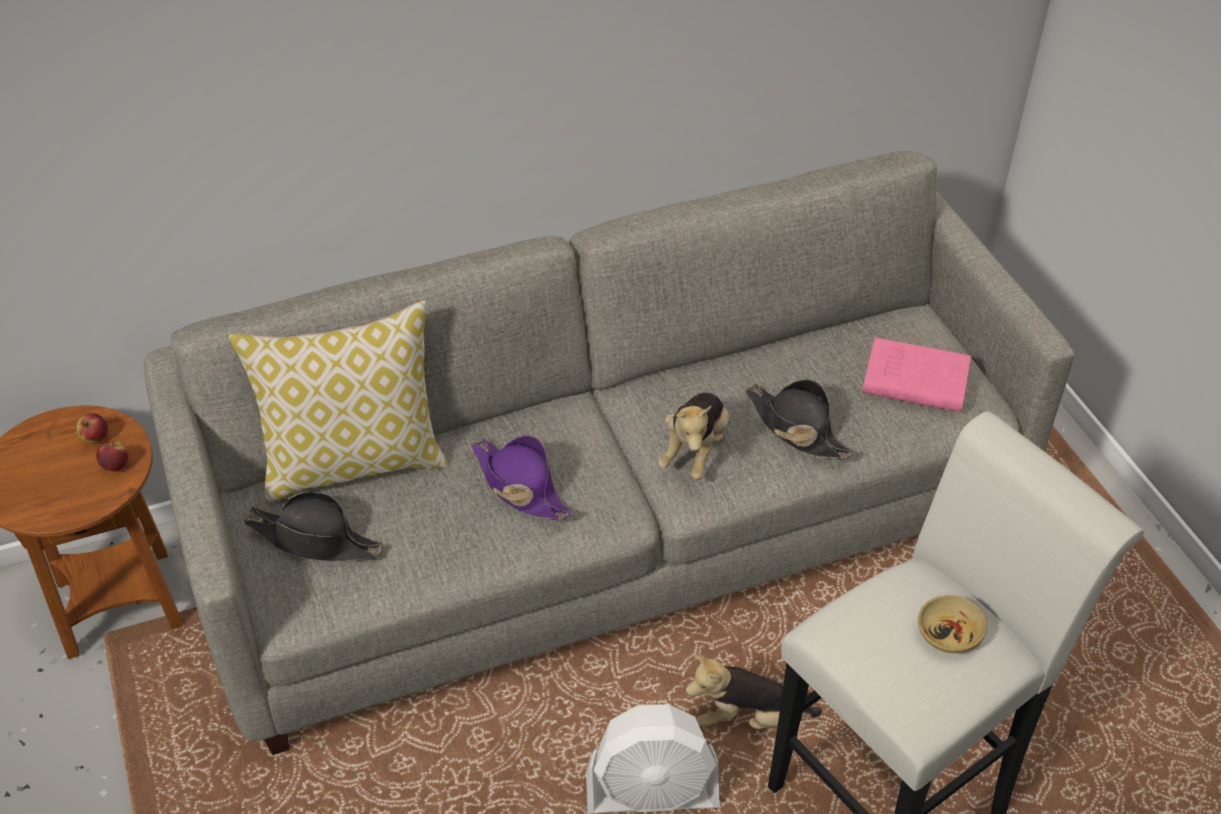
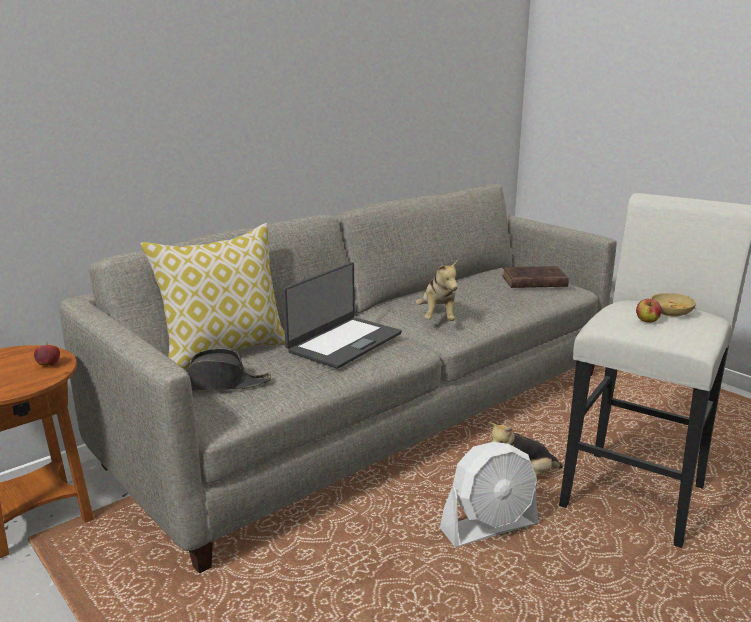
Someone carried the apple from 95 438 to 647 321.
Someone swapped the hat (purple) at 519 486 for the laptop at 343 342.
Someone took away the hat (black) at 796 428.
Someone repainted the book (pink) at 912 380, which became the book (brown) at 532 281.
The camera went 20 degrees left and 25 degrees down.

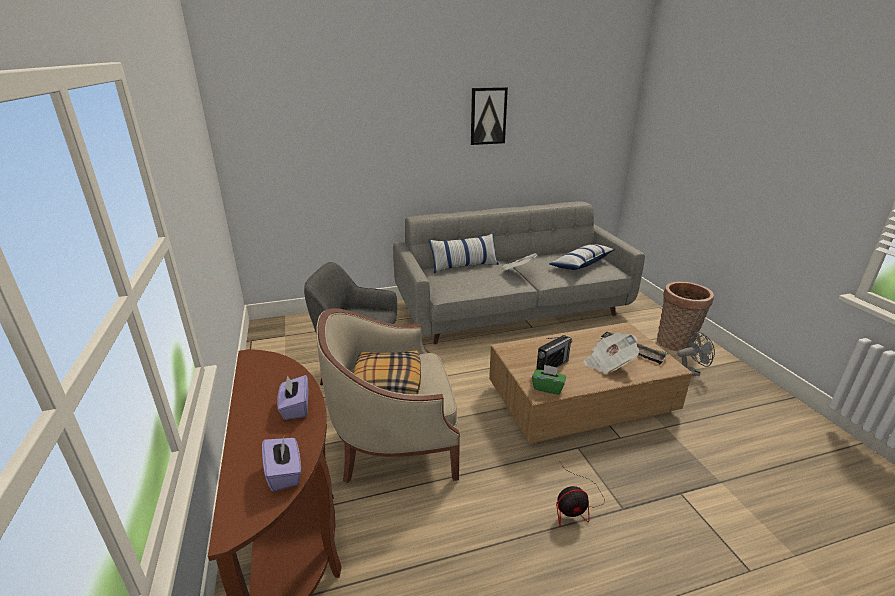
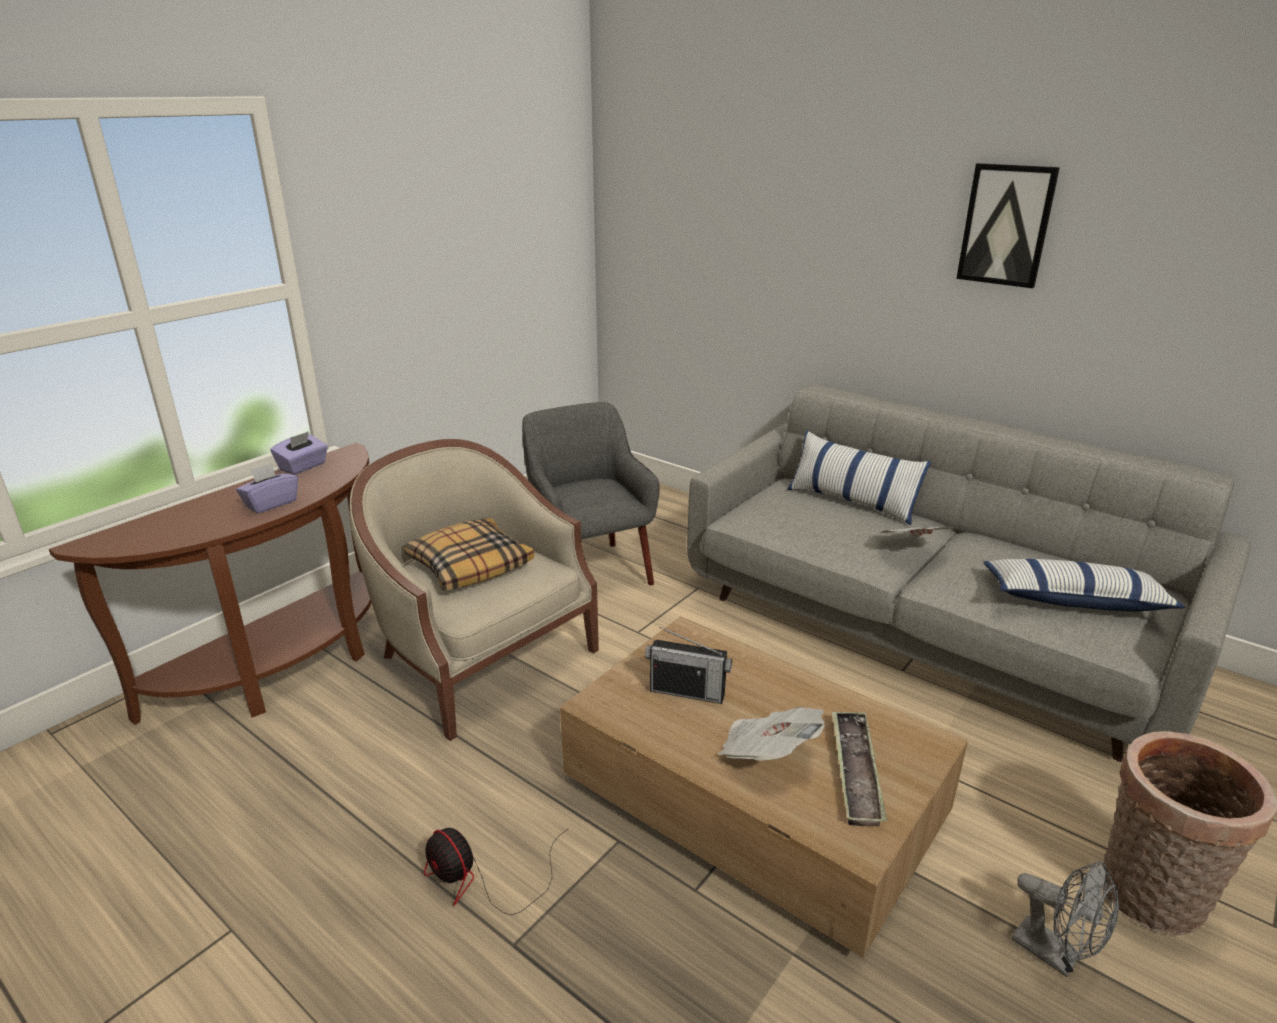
Someone carried the tissue box (purple) from 284 473 to 303 467.
Someone took away the tissue box (green) at 547 388.
The camera went 55 degrees right and 0 degrees up.

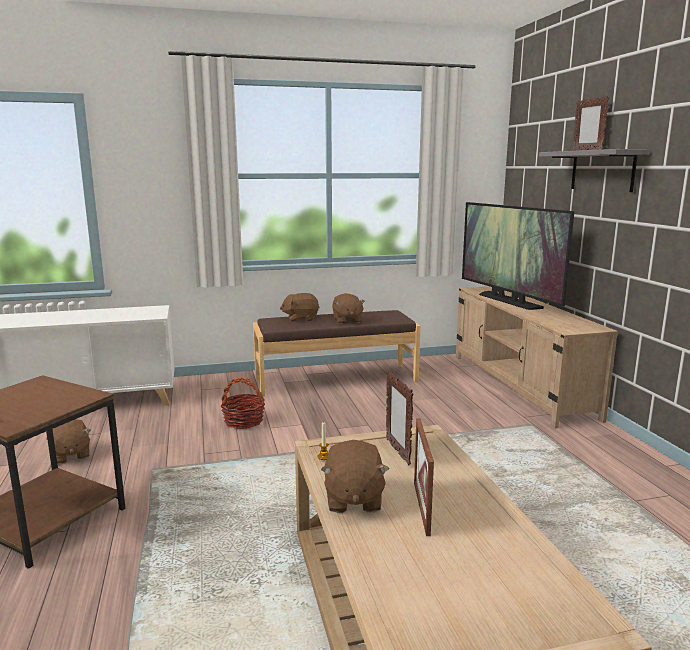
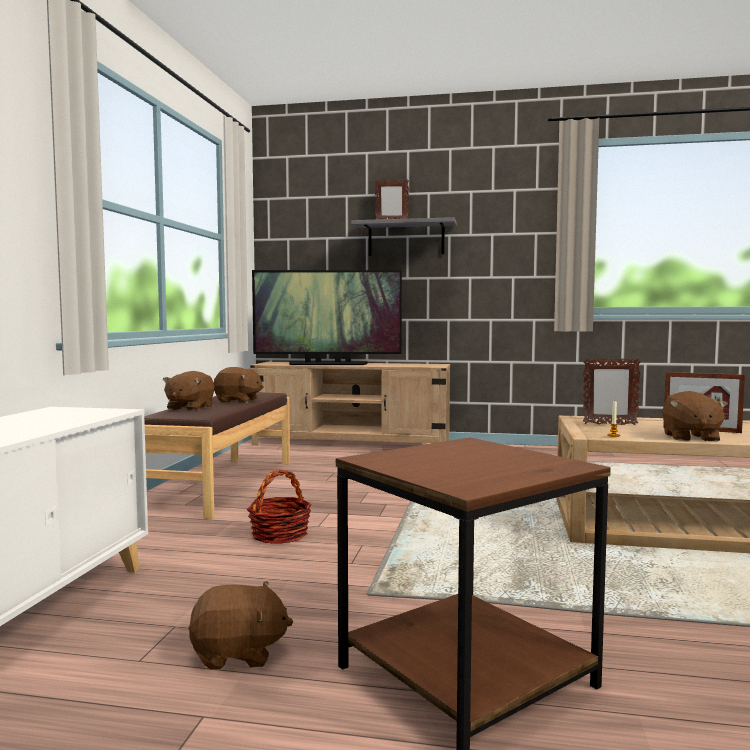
Someone rotated the plush toy (brown) at 353 499 by 75 degrees clockwise.
The camera went 65 degrees left and 10 degrees down.

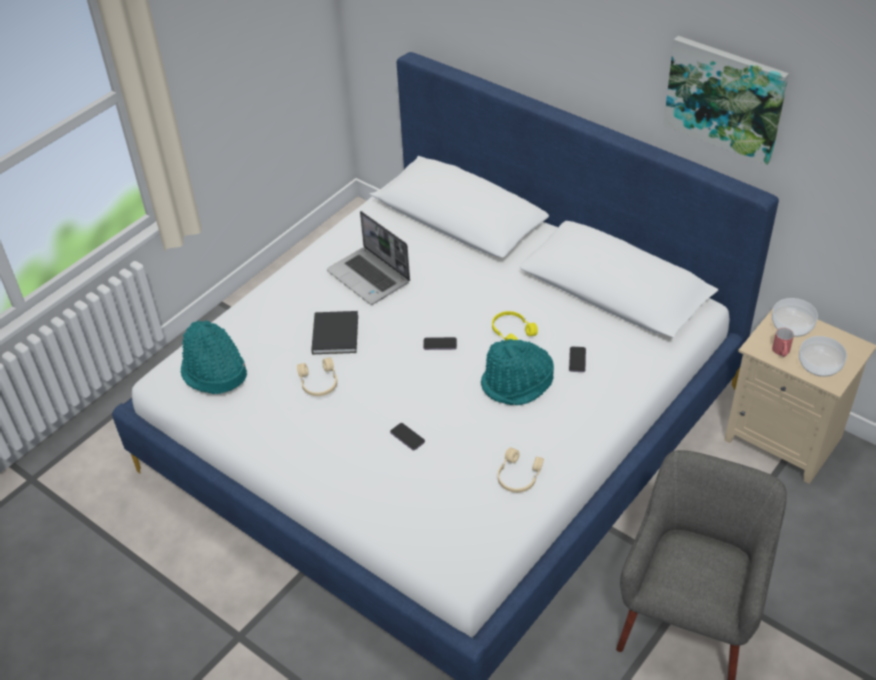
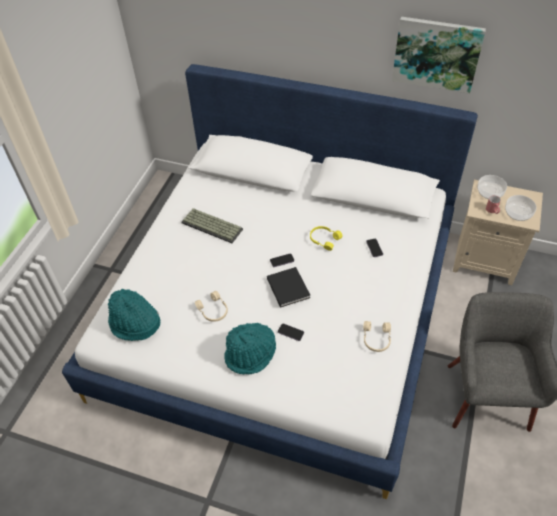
Someone carried the book (black) from 335 333 to 287 287.
Someone swapped the laptop at 370 277 for the keyboard at 213 225.
Someone carried the hat (turquoise) from 517 383 to 251 354.
The camera went 20 degrees left and 5 degrees up.

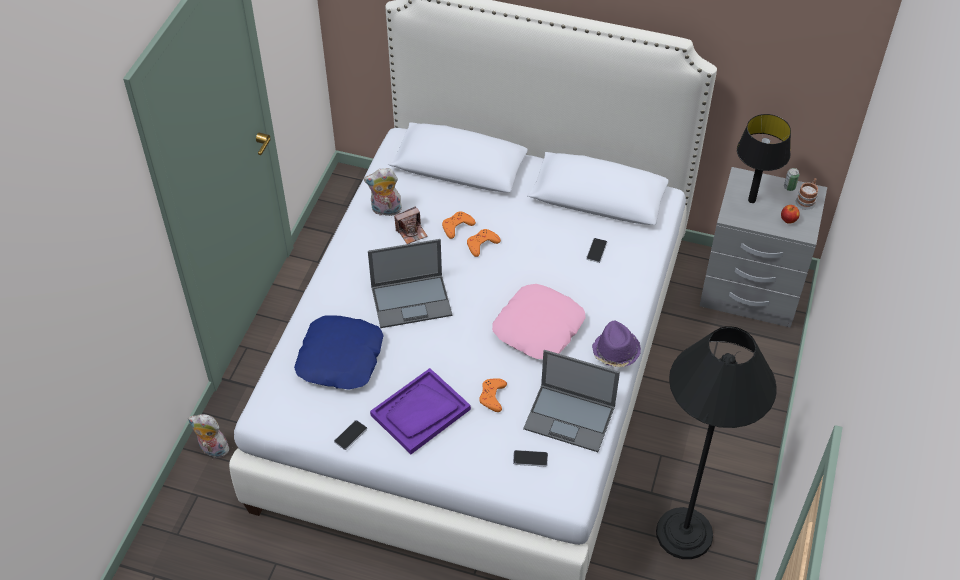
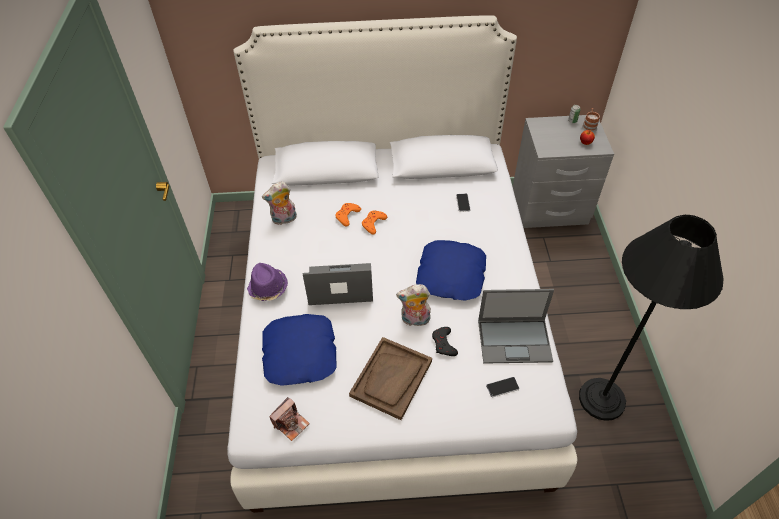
Someone carried the plush toy from 212 450 to 415 320.
Someone took away the phone at 350 435.
Someone rotated the laptop at 412 300 by 150 degrees counterclockwise.
Someone repainted the tray (purple) at 420 412, which became the tray (brown) at 391 379.
Someone carried the photo camera from 411 232 to 291 423.
Someone repainted the game controller (orange) at 492 396, which became the game controller (black) at 444 344.
Someone repainted the pillow (pink) at 539 328, which became the pillow (blue) at 451 275.
Someone carried the hat (purple) from 615 352 to 268 288.
Someone took away the table lamp (black) at 751 200.
The camera went 20 degrees left and 0 degrees up.

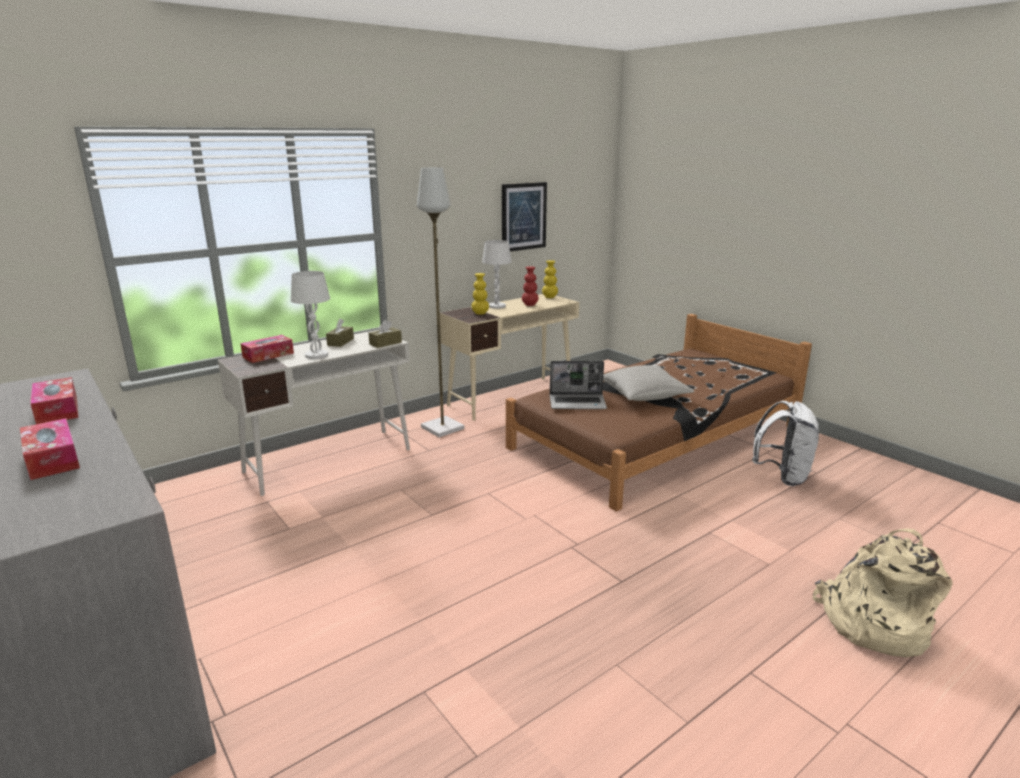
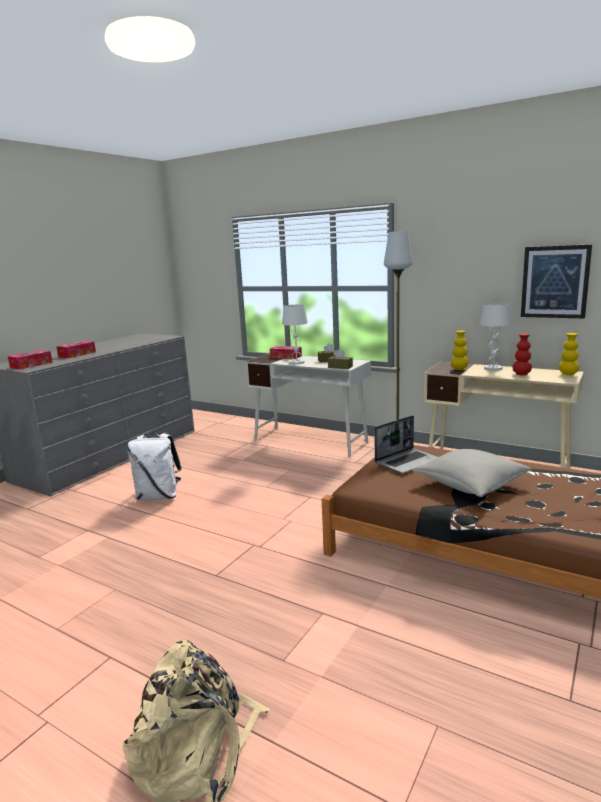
Someone carried the tissue box from 57 410 to 31 365.
Someone rotated the laptop at 578 403 by 105 degrees counterclockwise.
Someone carried the backpack (white) from 782 476 to 159 496.
The camera went 70 degrees right and 5 degrees down.

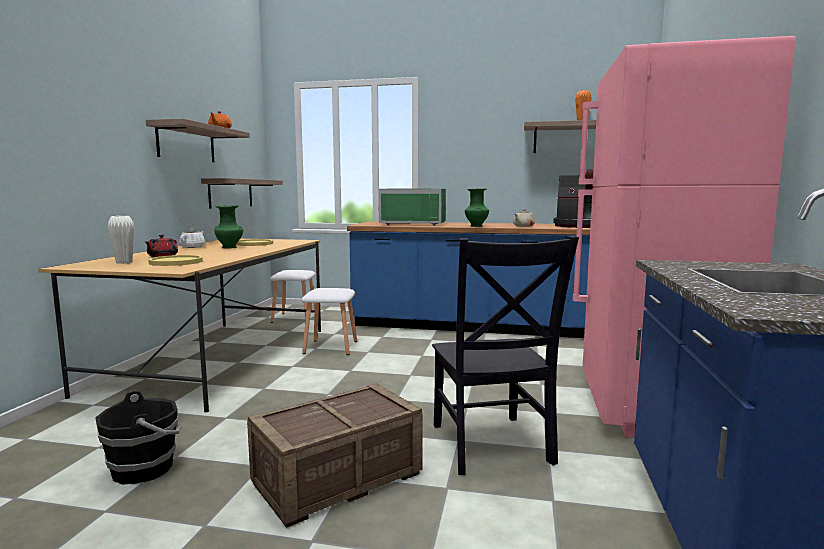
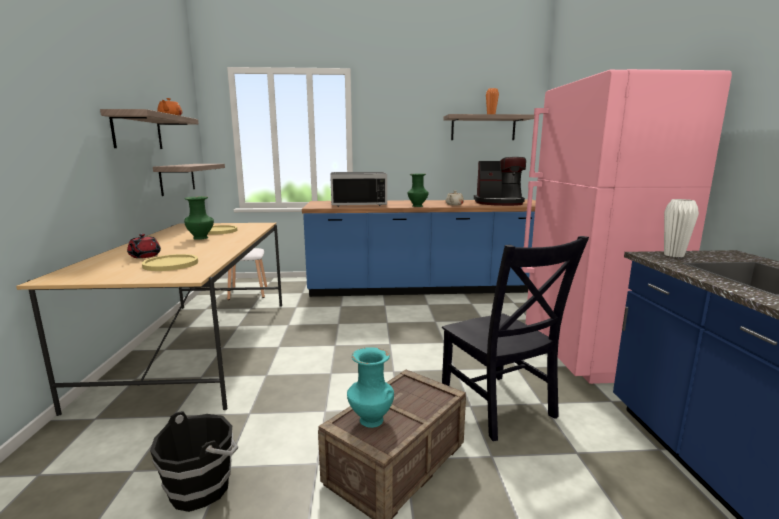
Someone carried the vase (white) from 124 262 to 673 255.
Someone took away the teapot (white) at 193 247.
Someone took away the stool (white) at 331 347.
Someone repainted the microwave (green) at 414 224, which became the microwave (black) at 358 204.
Someone put down the vase (turquoise) at 370 420.
The camera went 15 degrees left and 5 degrees up.

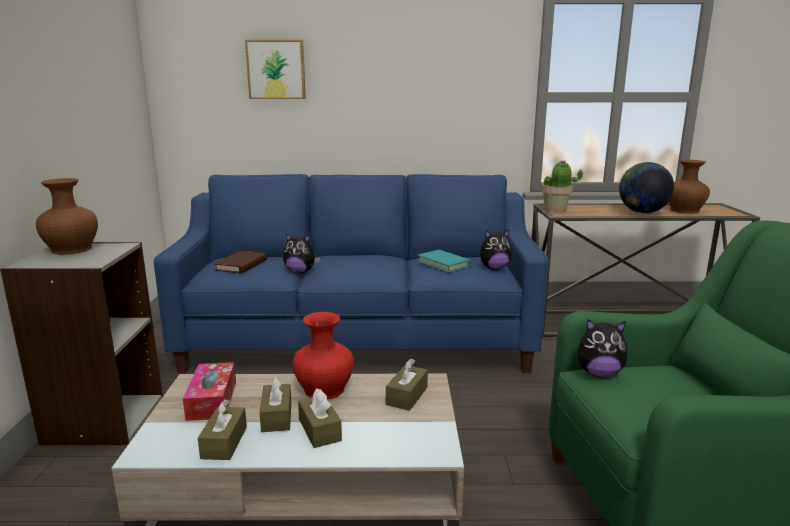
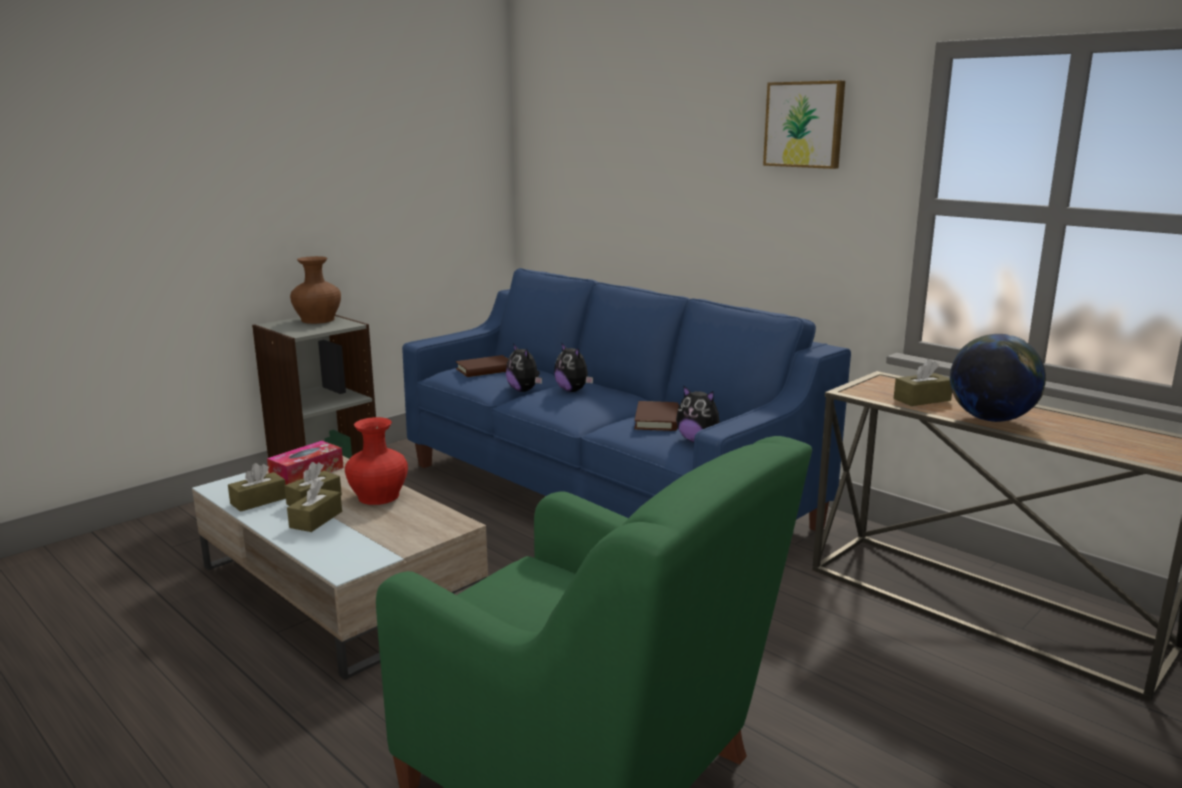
Someone carried the picture from 276 69 to 805 124.
Someone carried the tissue box (brown) from 407 396 to 922 399.
Someone repainted the book (turquoise) at 444 264, which became the book (brown) at 657 420.
Someone took away the potted plant at 555 209.
Someone carried the plush toy from 599 373 to 573 390.
Someone took away the vase (brown) at 685 211.
The camera went 45 degrees right and 0 degrees up.

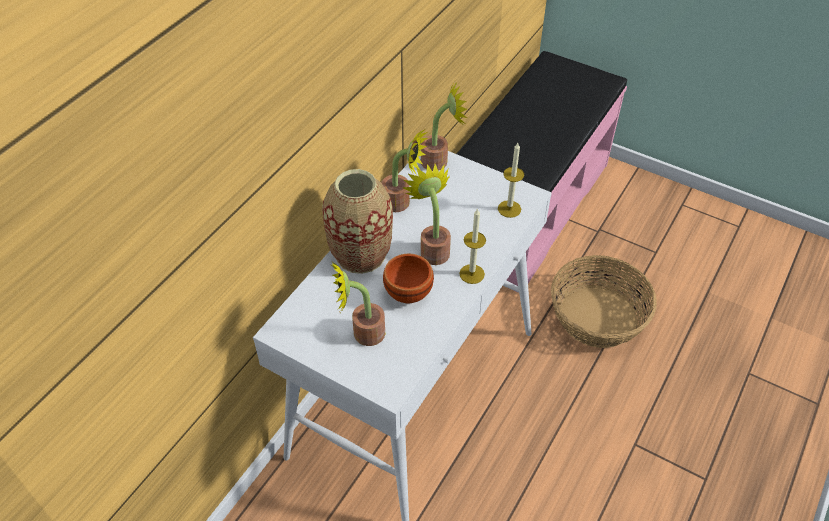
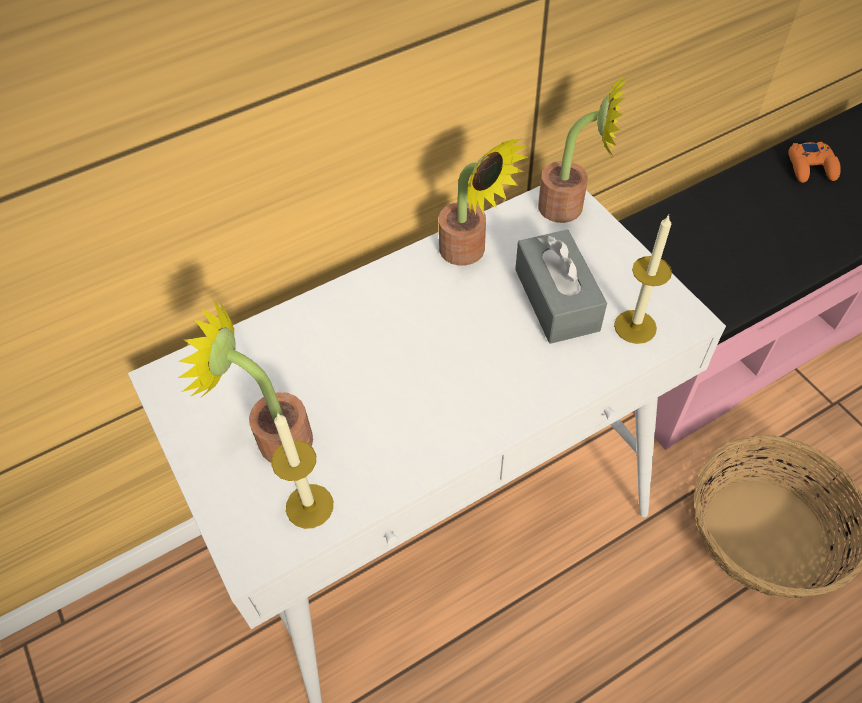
Someone took away the vase at 361 254.
Someone took away the bowl (brown) at 407 294.
Someone took away the potted plant at 432 249.
Someone carried the candle from 472 274 to 309 506.
Someone put down the tissue box (grey) at 556 299.
Someone put down the game controller (orange) at 811 167.
The camera went 30 degrees right and 5 degrees up.

